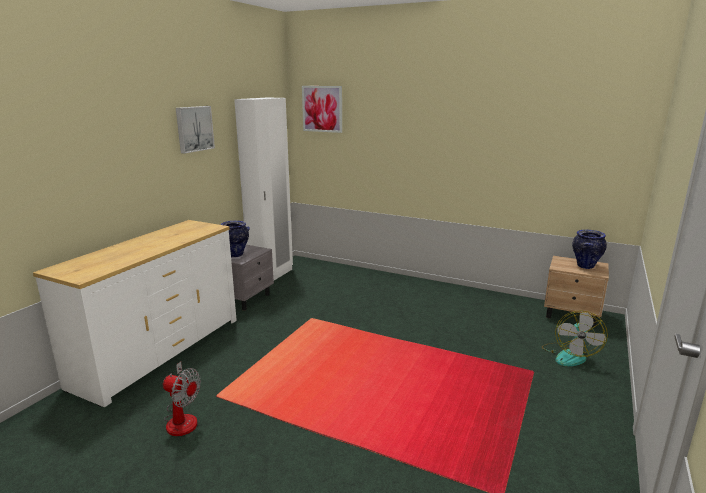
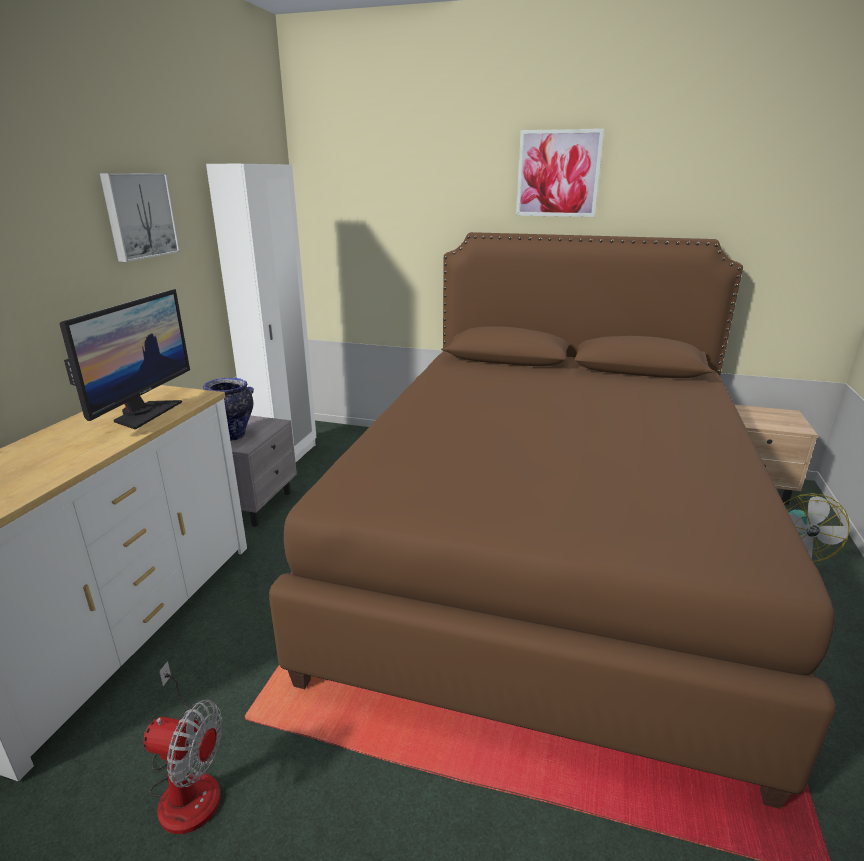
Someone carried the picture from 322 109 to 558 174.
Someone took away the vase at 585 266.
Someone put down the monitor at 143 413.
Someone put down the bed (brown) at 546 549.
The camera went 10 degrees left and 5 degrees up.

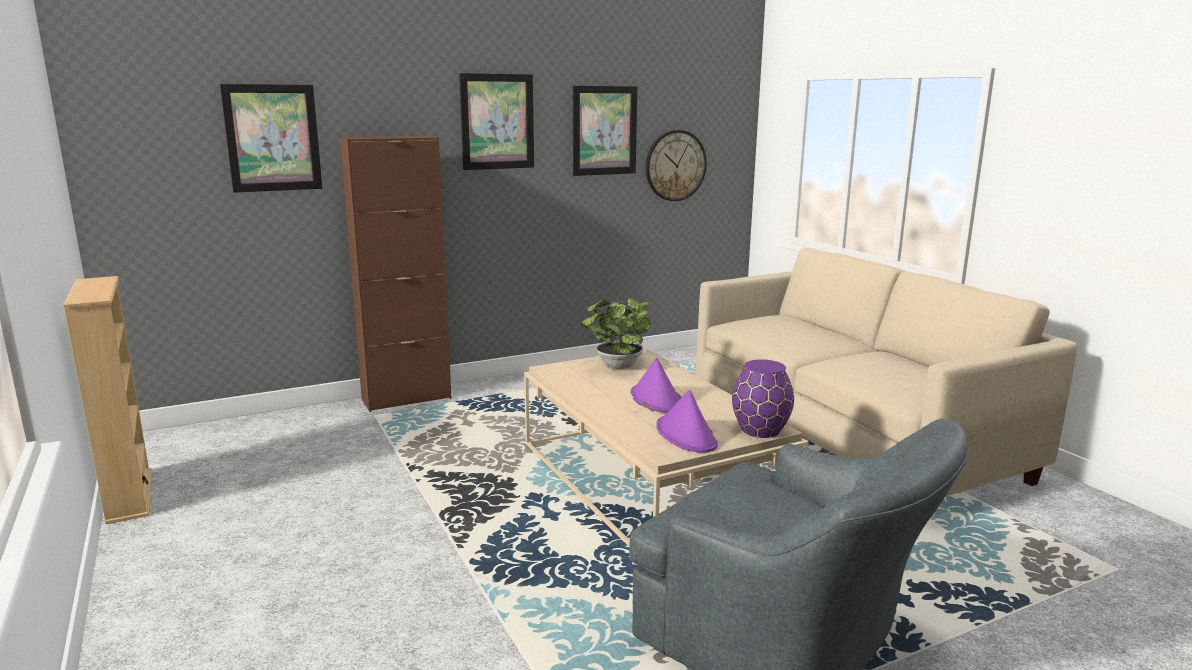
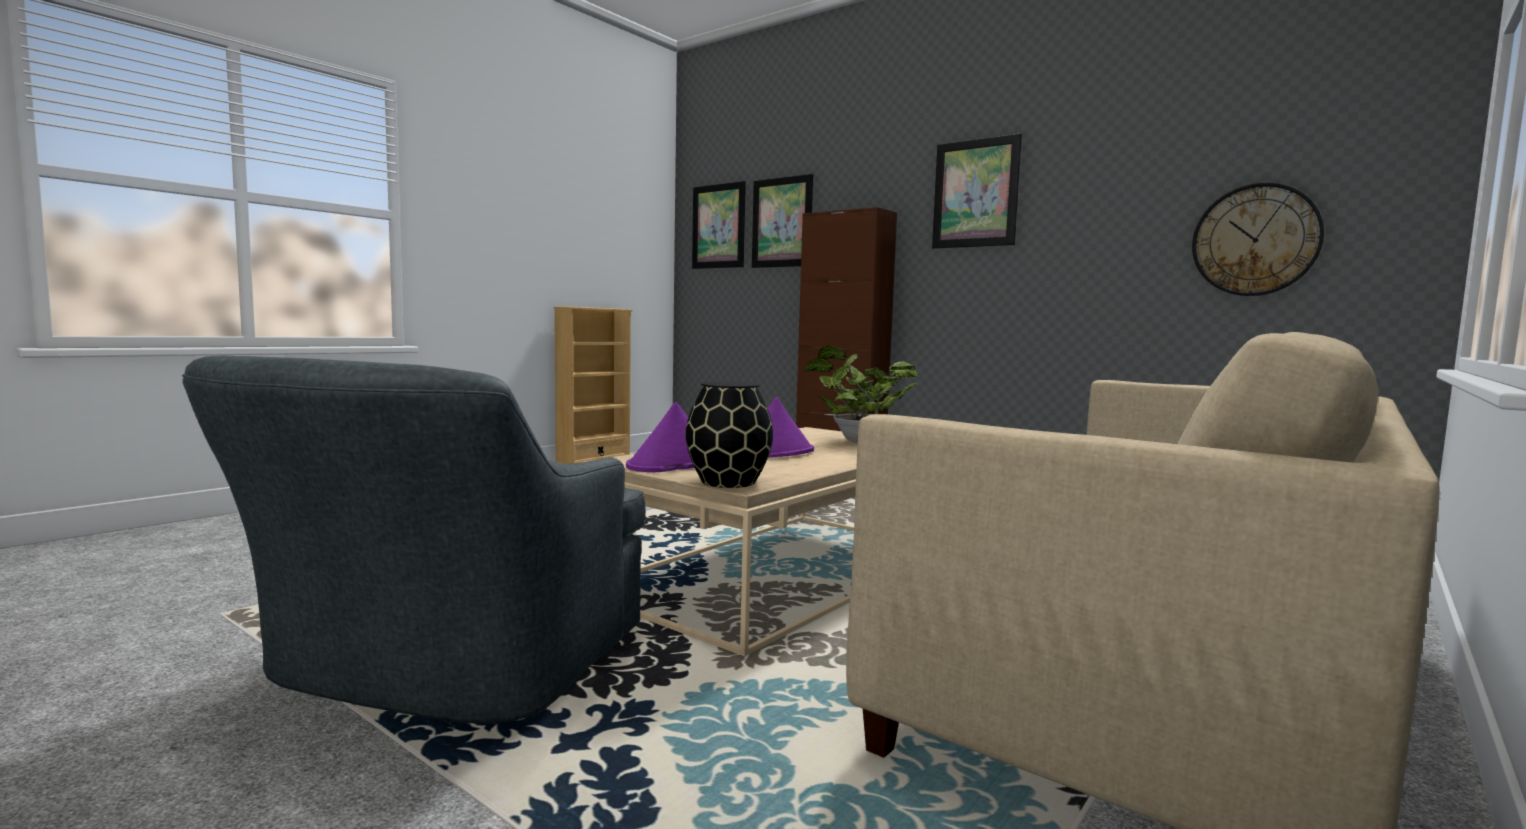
Someone carried the picture from 604 130 to 718 226.
Someone repainted the vase (purple) at 759 430, which became the vase (black) at 728 482.
The camera went 65 degrees right and 10 degrees down.

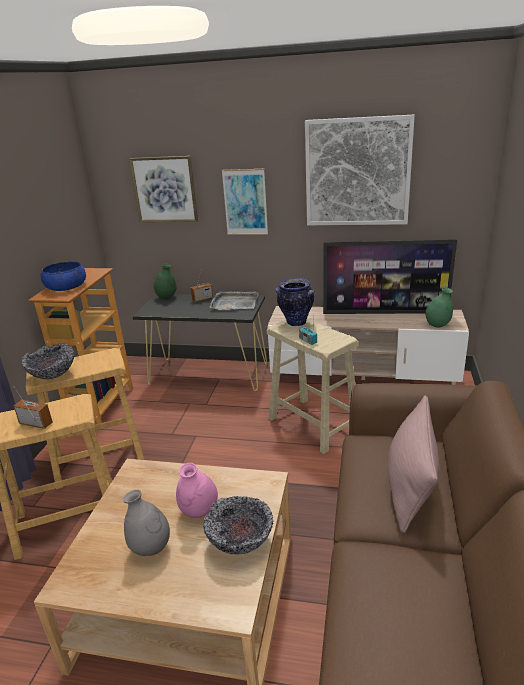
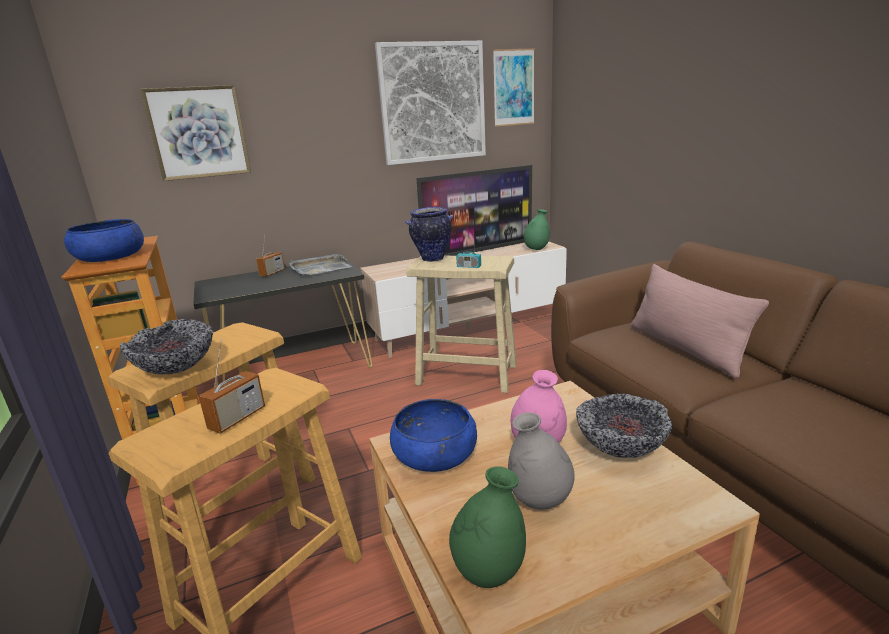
Someone rotated the radio at 36 423 by 135 degrees clockwise.
Someone carried the vase (green) from 166 297 to 489 571.
Someone carried the picture from 245 202 to 513 88.
Someone put down the bowl (blue) at 434 453.
The camera went 35 degrees left and 5 degrees down.

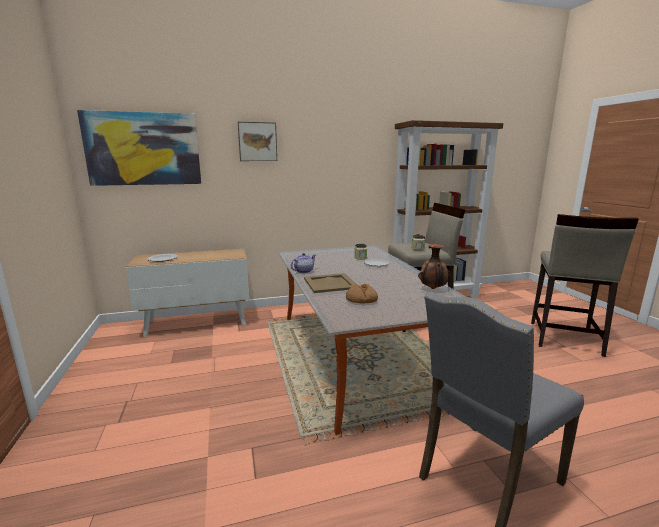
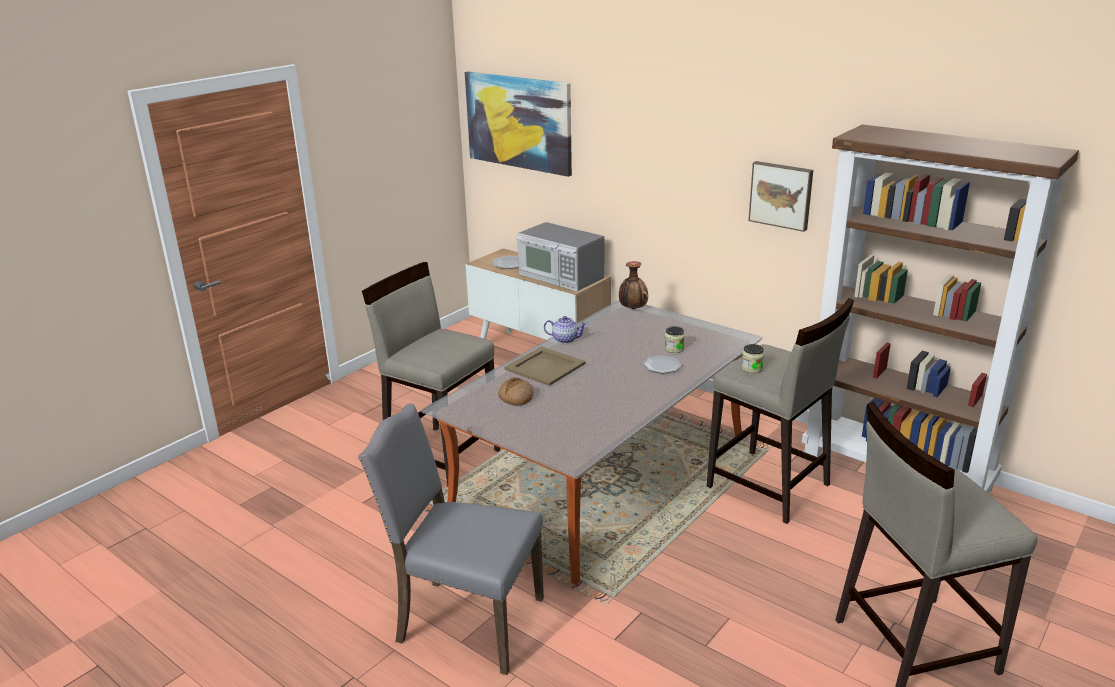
Someone carried the picture from 257 142 to 781 195.
Someone carried the vase from 433 288 to 632 309.
Someone put down the stool (beige) at 442 456.
Someone put down the microwave at 560 276.
The camera went 55 degrees right and 10 degrees up.

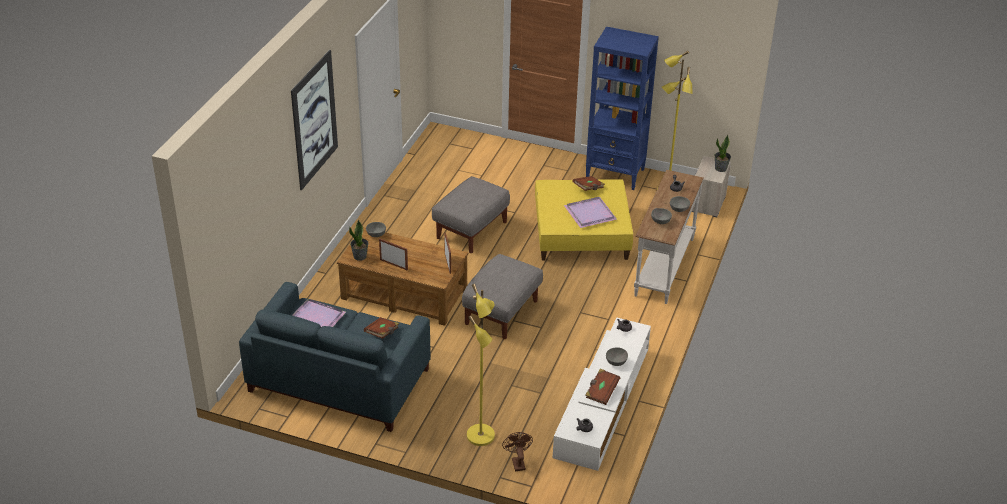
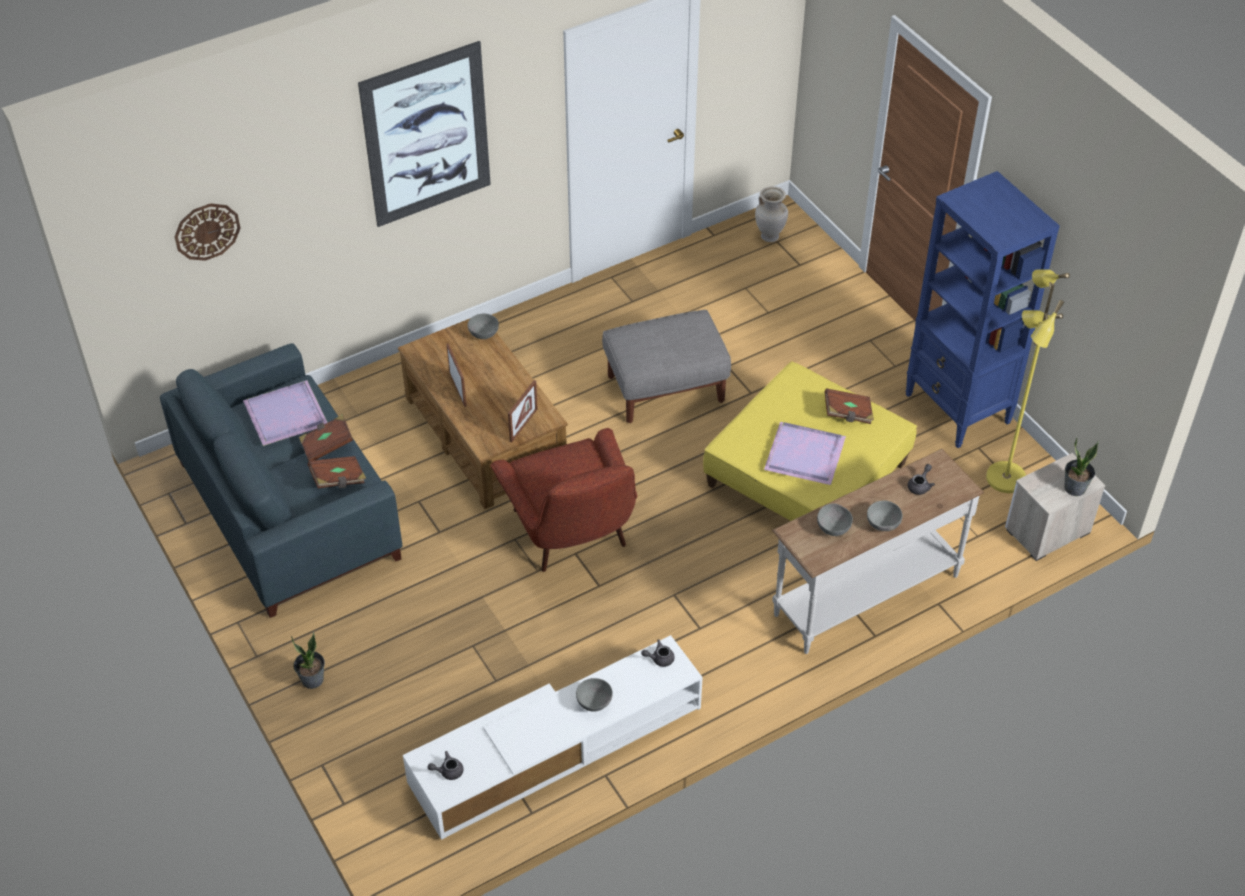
Someone carried the potted plant from 360 256 to 312 680.
Someone swapped the ottoman (grey) at 501 313 for the armchair (red) at 572 533.
Someone took away the floor lamp (yellow) at 481 436.
Someone took away the fan (brown) at 517 462.
Someone carried the book (brown) from 601 392 to 327 445.
Someone put up the wall clock at 207 231.
Someone put down the vase (beige) at 770 236.
The camera went 40 degrees right and 10 degrees up.

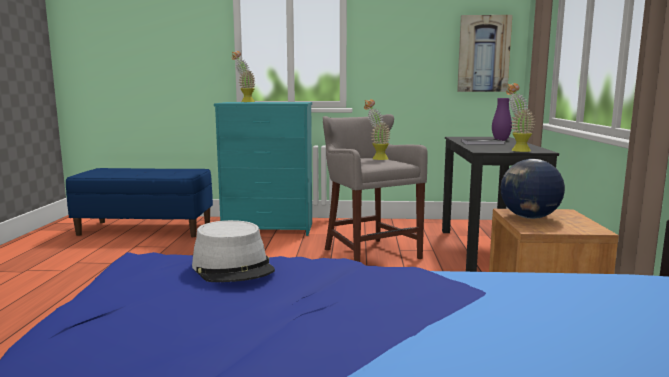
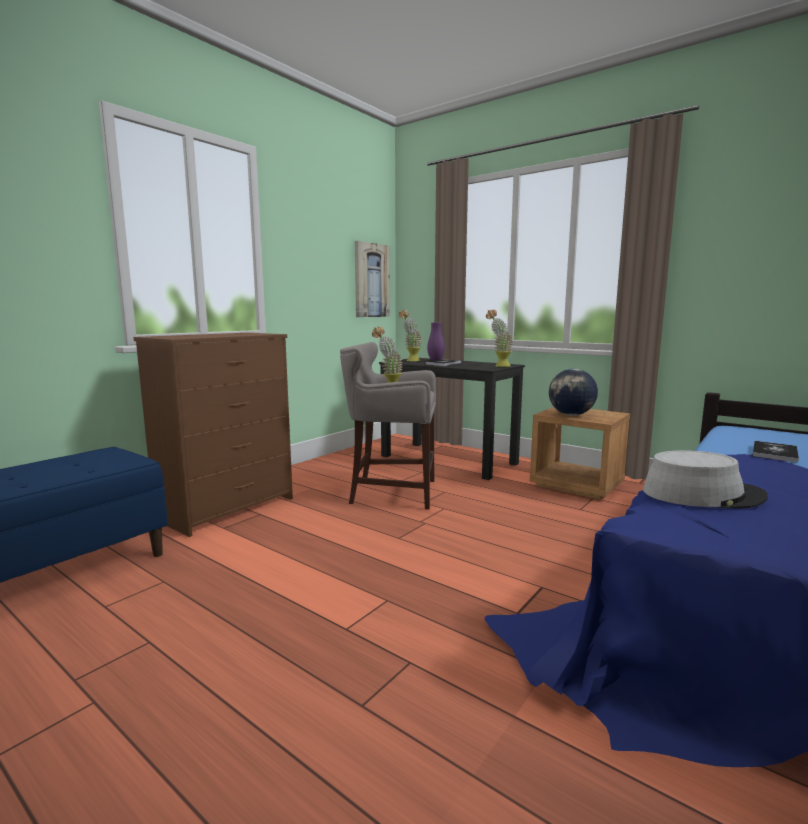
Someone repainted the dresser (turquoise) at 269 229, which became the dresser (brown) at 228 508.
Someone carried the potted plant from 244 102 to 410 360.
Someone put down the book at 774 453.
The camera went 55 degrees left and 0 degrees up.

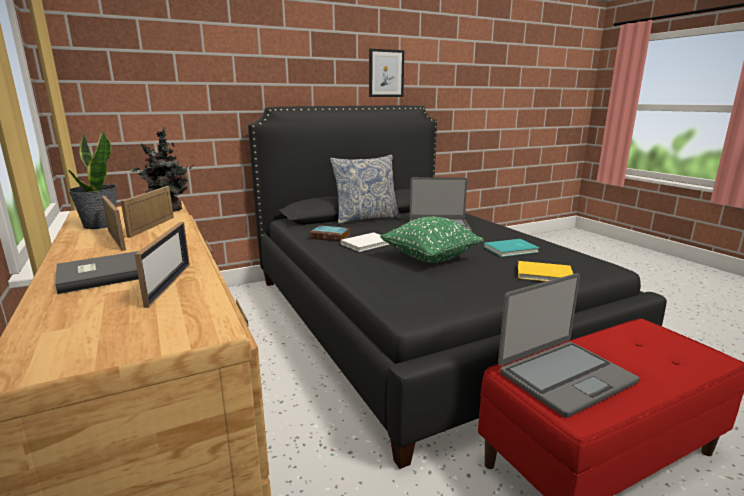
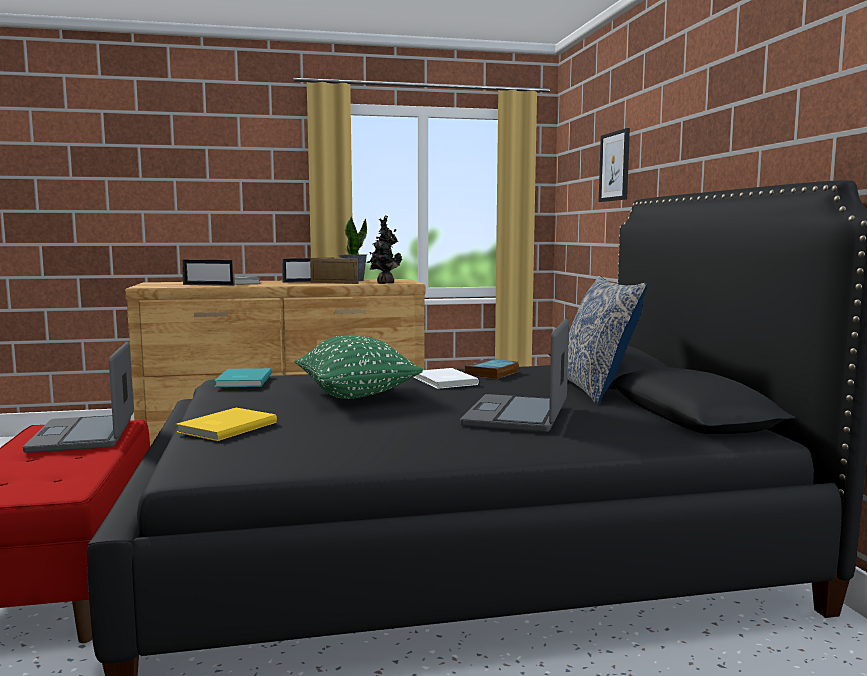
Someone carried the picture from 386 73 to 615 166.
Someone carried the book (turquoise) from 512 249 to 242 380.
The camera went 105 degrees right and 10 degrees down.

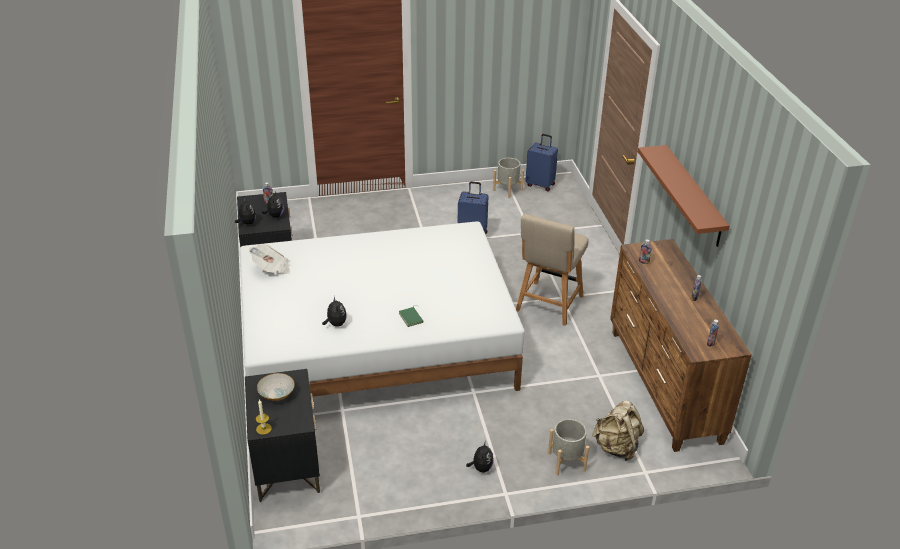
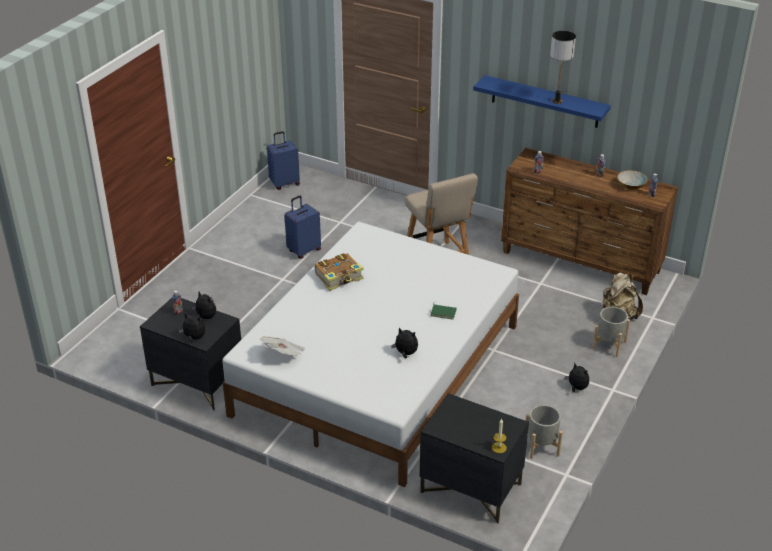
Someone carried the bowl from 276 394 to 631 186.
Someone carried the planter (grey) from 508 190 to 541 446.
Someone repainted the shelf (brown) at 693 196, which became the shelf (blue) at 545 102.
Someone put down the book at 339 277.
Someone put down the table lamp at 557 101.
The camera went 50 degrees left and 0 degrees up.

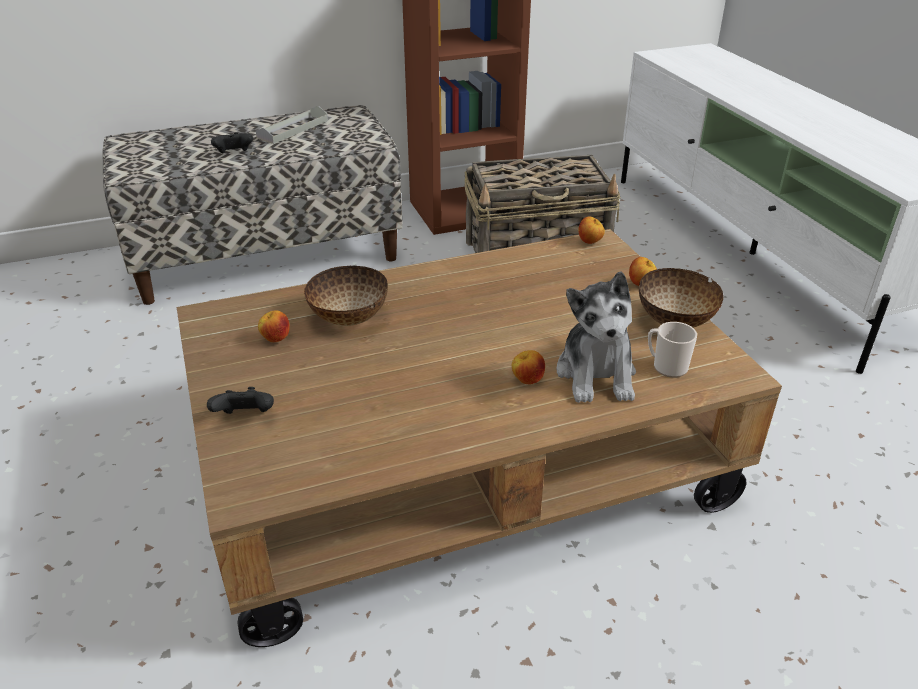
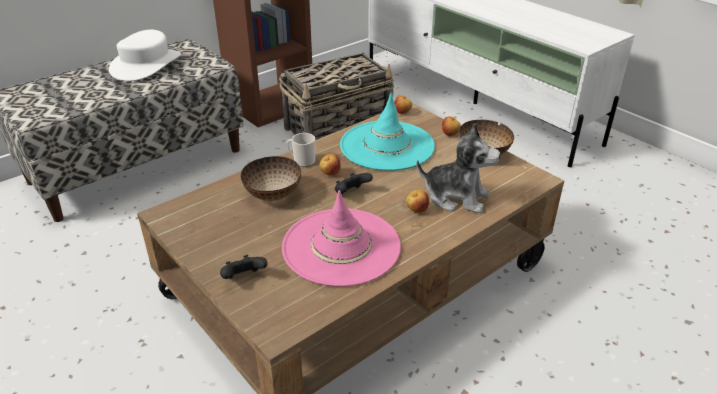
Someone carried the game controller (black) from 234 154 to 351 193.
Someone swapped the tray (grey) at 293 129 for the hat (white) at 146 65.
Someone carried the apple from 275 339 to 330 174.
Someone rotated the plush toy at 596 374 by 45 degrees counterclockwise.
Someone carried the mug from 666 366 to 302 161.
Someone put down the hat (pink) at 341 246.
Someone put down the hat (turquoise) at 387 146.
The camera went 20 degrees left and 0 degrees up.

